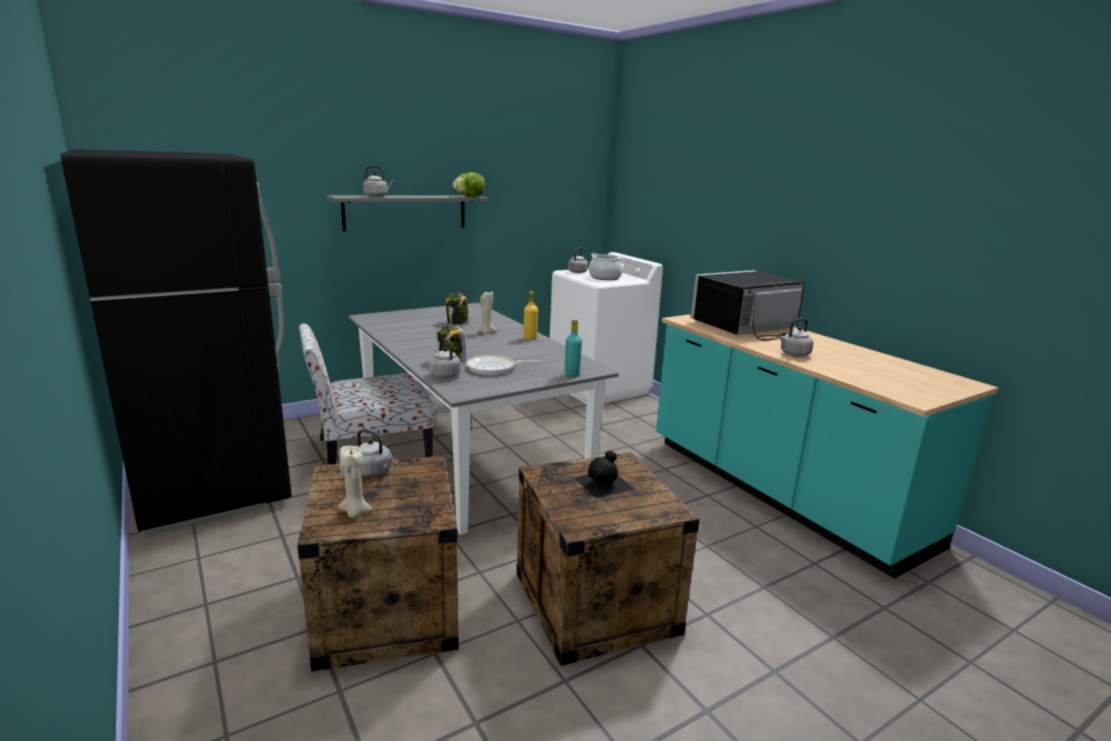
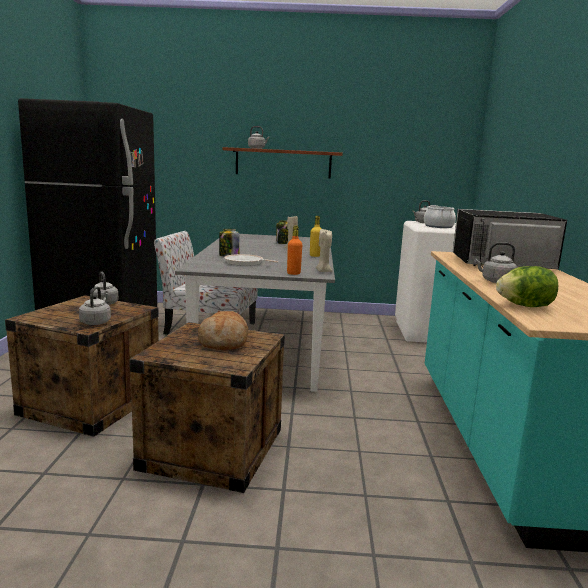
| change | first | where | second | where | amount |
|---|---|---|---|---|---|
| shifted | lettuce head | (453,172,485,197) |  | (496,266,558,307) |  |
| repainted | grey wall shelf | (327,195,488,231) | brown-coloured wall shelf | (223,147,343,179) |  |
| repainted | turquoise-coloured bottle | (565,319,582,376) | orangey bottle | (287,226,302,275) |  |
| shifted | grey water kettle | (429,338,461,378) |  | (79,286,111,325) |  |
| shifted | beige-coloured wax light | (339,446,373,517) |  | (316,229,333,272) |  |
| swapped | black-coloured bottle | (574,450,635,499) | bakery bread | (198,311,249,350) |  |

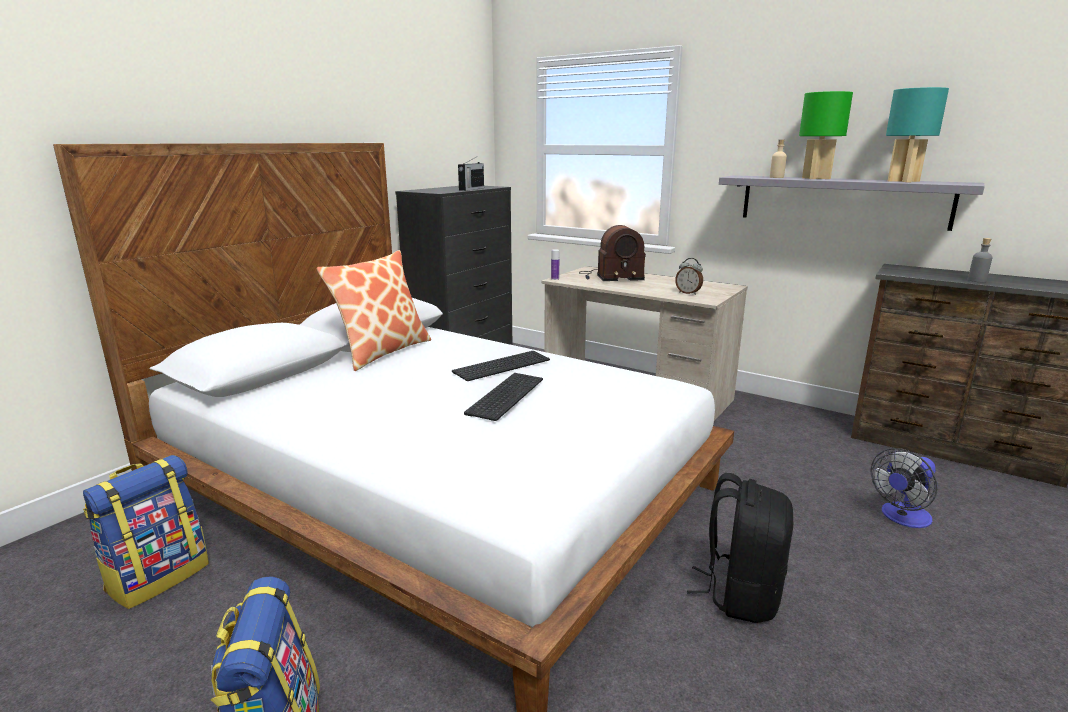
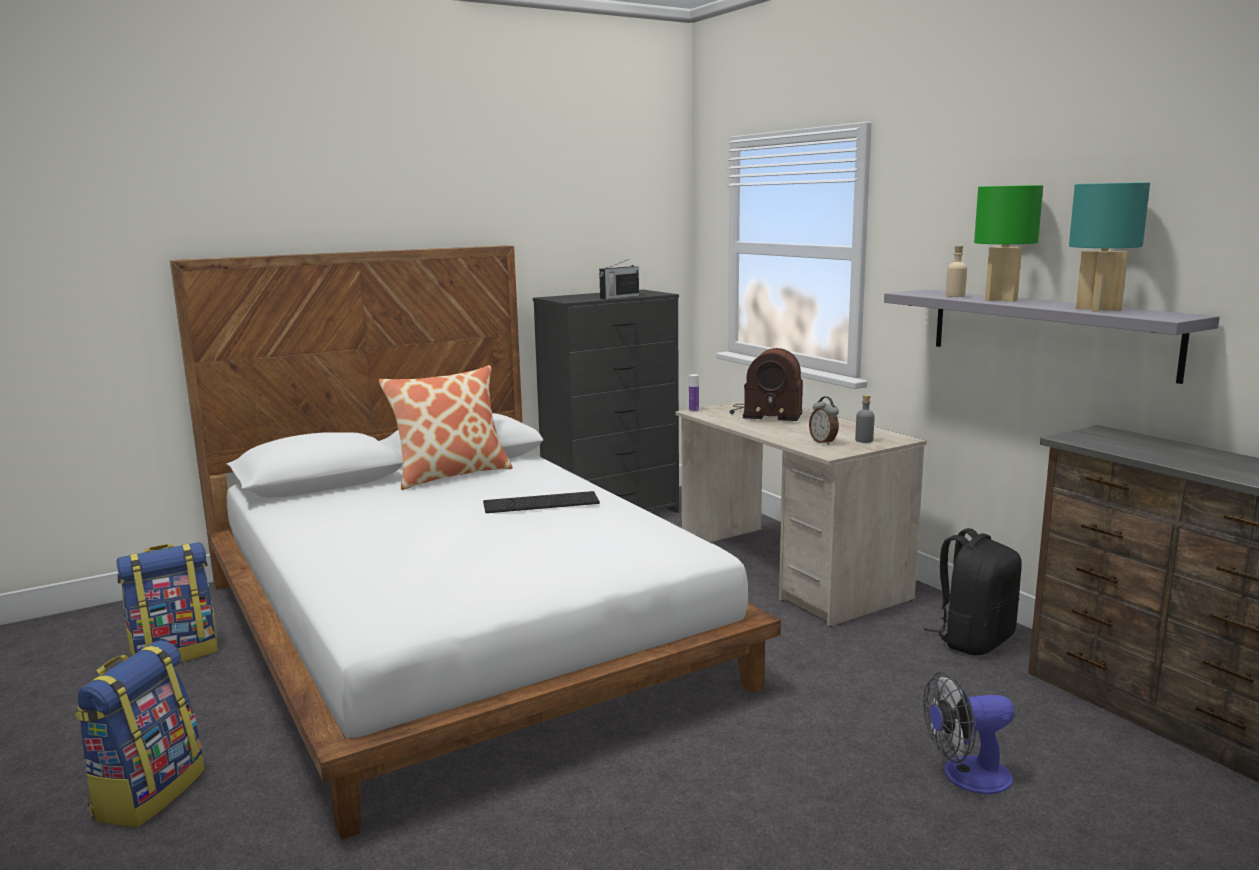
| change | first | where | second | where | amount |
|---|---|---|---|---|---|
| shifted | grey bottle | (968,238,992,282) |  | (855,394,875,443) |  |
| gone | computer keyboard | (464,373,543,421) |  |  |  |
| shifted | black-coloured backpack | (687,473,793,623) |  | (924,528,1022,655) |  |

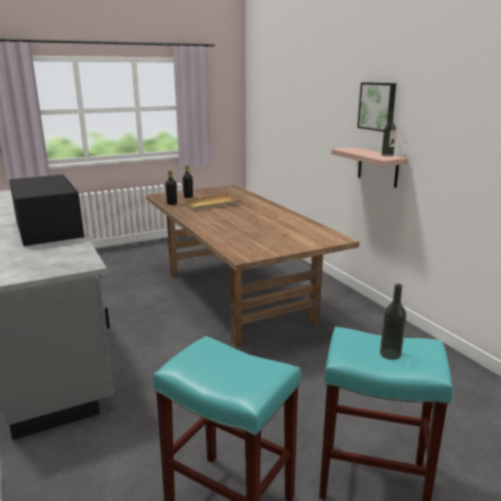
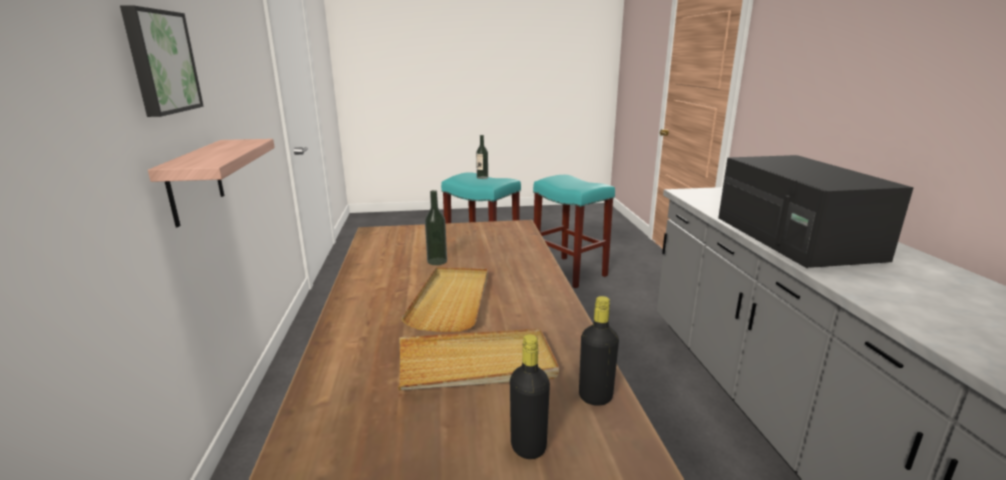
| change | first | where | second | where | amount |
|---|---|---|---|---|---|
| shifted | bottle | (381,111,396,156) |  | (425,190,447,265) |  |
| new |  |  | beige-coloured tray | (401,267,488,332) |  |

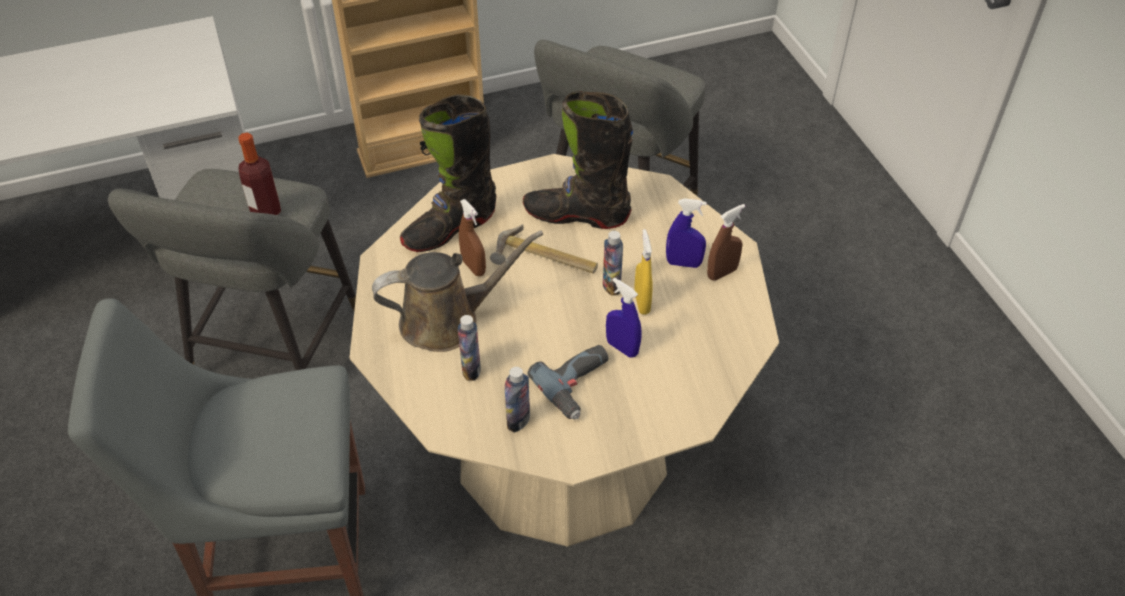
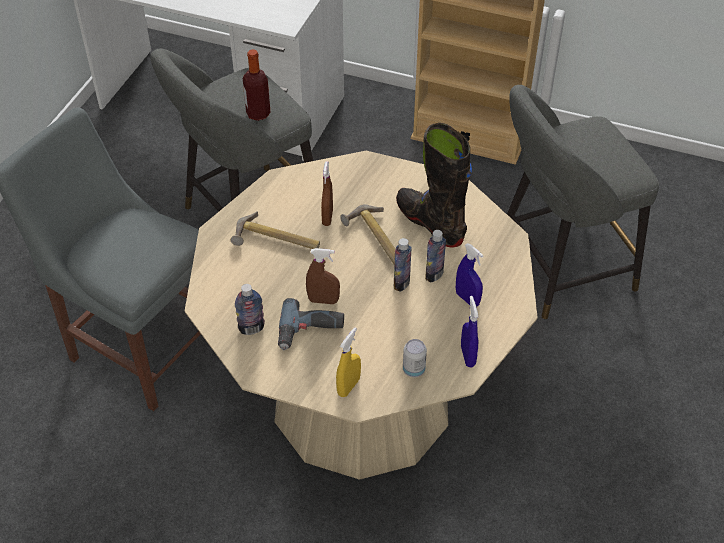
| change | first | where | second | where | amount |
|---|---|---|---|---|---|
| gone | black-coloured high-top boot | (400,94,496,252) |  |  |  |
| shifted | brown-coloured hand sprayer | (707,204,745,281) |  | (306,248,340,304) |  |
| shifted | yellow-coloured hand sprayer | (634,229,652,315) |  | (336,328,361,397) |  |
| swapped | brown-coloured watering pot | (372,230,543,352) | hammer | (231,211,320,249) |  |
| shifted | bluish hand sprayer | (606,278,641,358) |  | (461,296,479,367) |  |
| shifted | bottle | (458,315,481,381) |  | (425,230,446,283) |  |
| new |  |  | can | (403,339,427,377) |  |

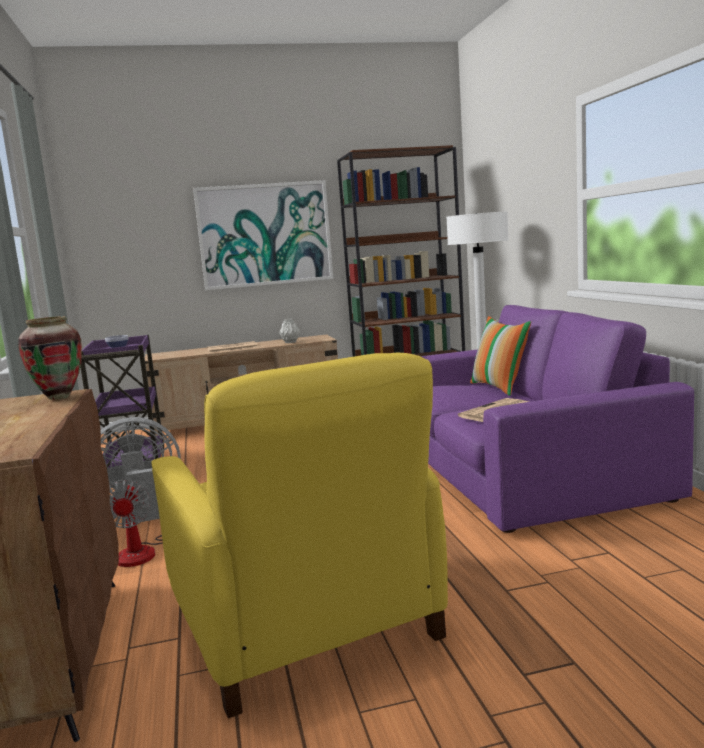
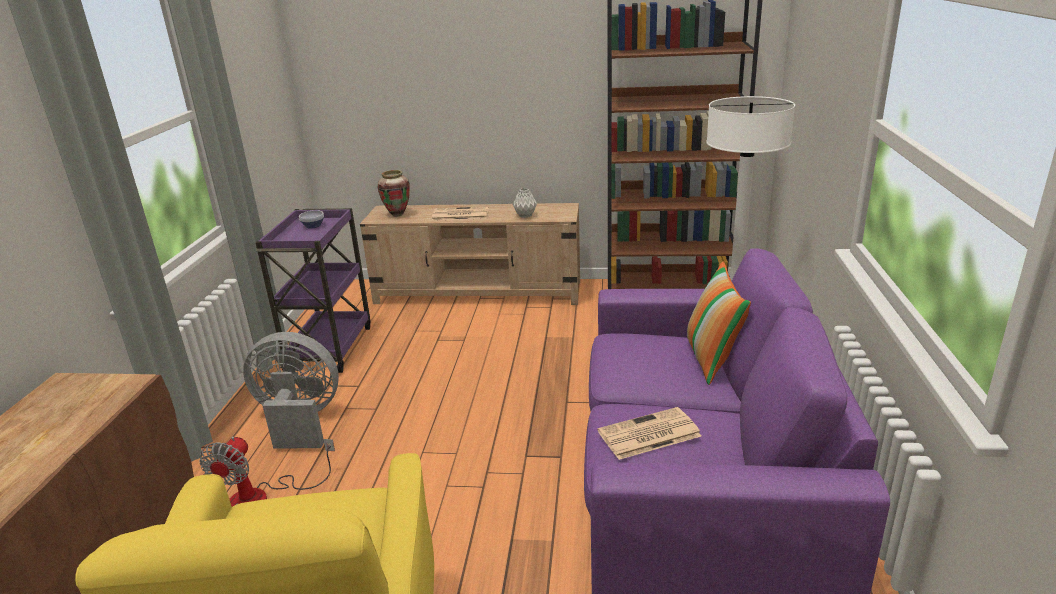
| change | first | where | second | where | amount |
|---|---|---|---|---|---|
| gone | wall picture | (193,180,334,290) |  |  |  |
| shifted | decorative vase | (18,316,82,400) |  | (378,170,410,217) |  |

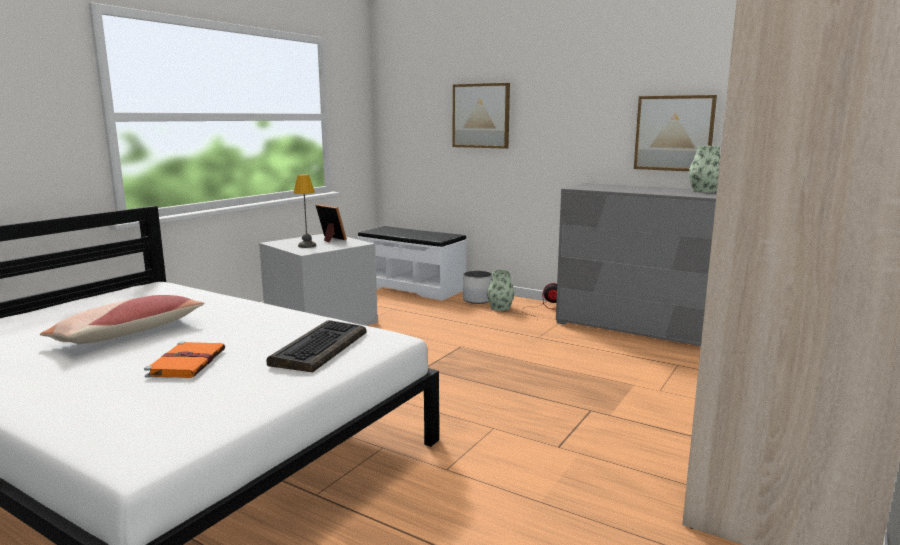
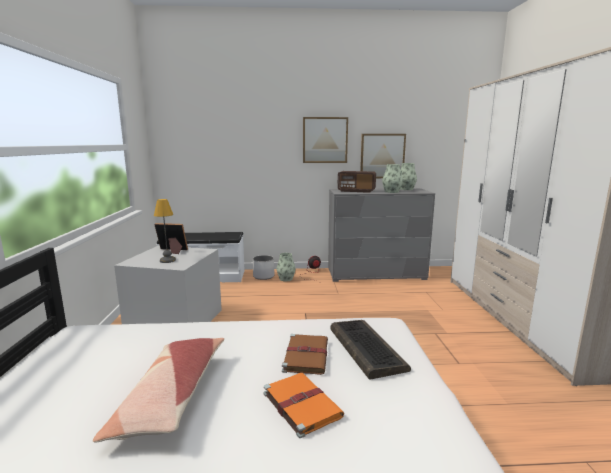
| change | first | where | second | where | amount |
|---|---|---|---|---|---|
| shifted | wall picture | (453,83,510,149) |  | (303,117,348,163) |  |
| new |  |  | decorative vase | (382,164,403,193) |  |
| new |  |  | radio receiver | (337,171,376,193) |  |
| new |  |  | brown-coloured bound book | (282,334,328,375) |  |

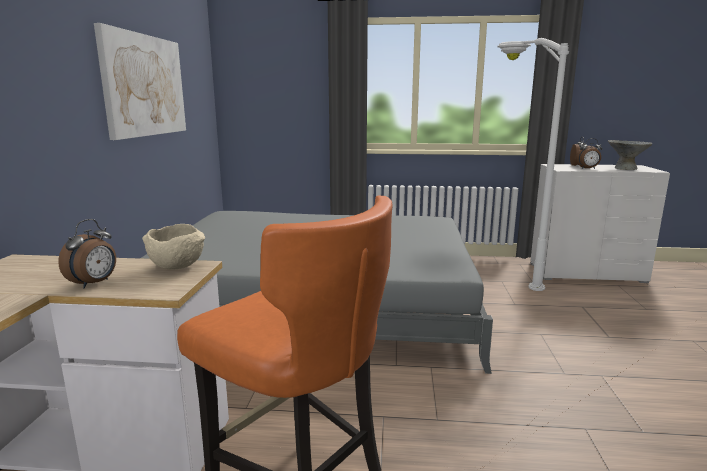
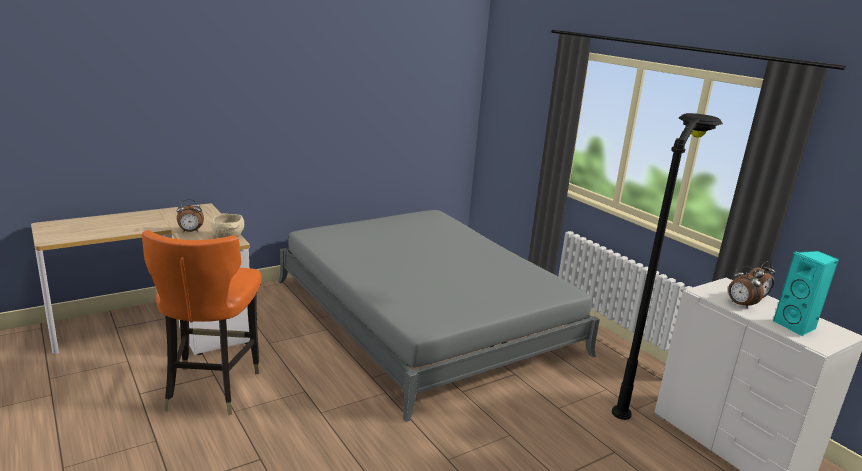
| change | first | where | second | where | amount |
|---|---|---|---|---|---|
| gone | wall picture | (94,23,186,140) |  |  |  |
| repainted | white standing lamp | (497,38,569,291) | black-coloured standing lamp | (612,113,723,420) |  |
| swapped | grey bowl | (608,140,652,170) | turquoise-coloured speaker | (773,251,839,336) |  |

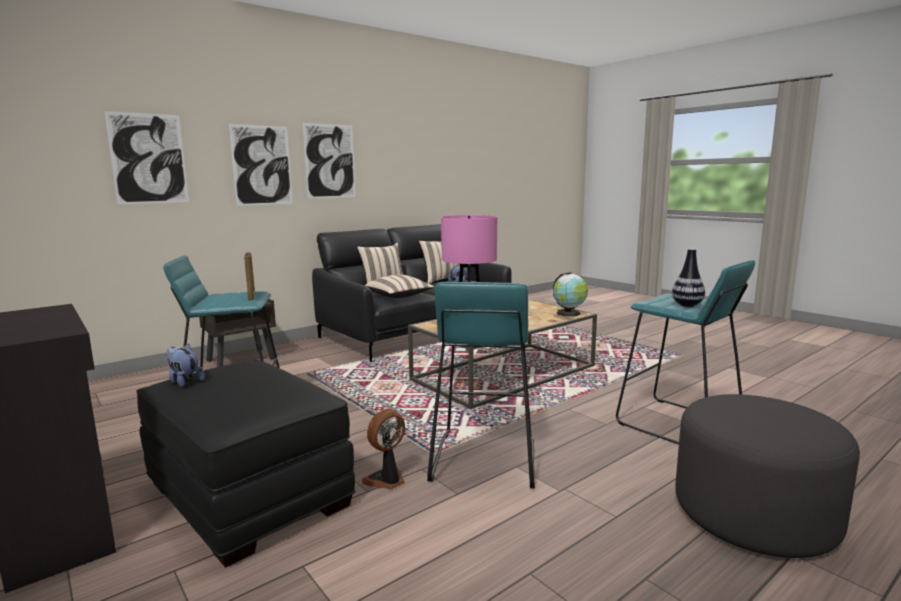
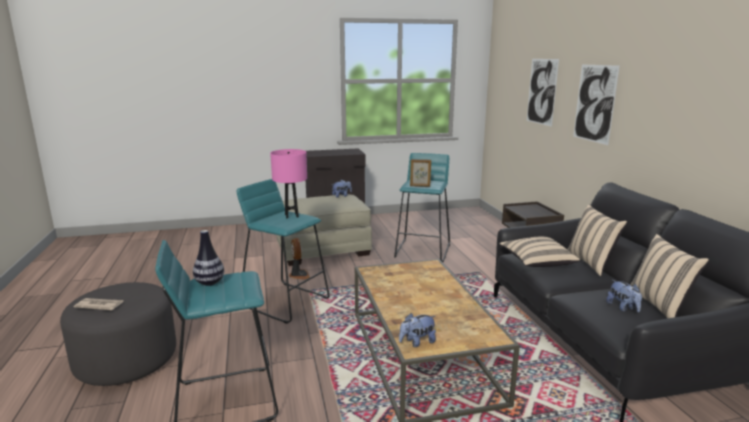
| change | first | where | second | where | amount |
|---|---|---|---|---|---|
| gone | wall picture | (302,123,356,198) |  |  |  |
| swapped | world globe | (553,272,588,316) | cuddly toy | (399,313,436,347) |  |
| repainted | black-coloured footrest | (136,360,355,568) | beige-coloured footrest | (277,194,372,266) |  |
| new |  |  | printed paper | (74,298,124,310) |  |

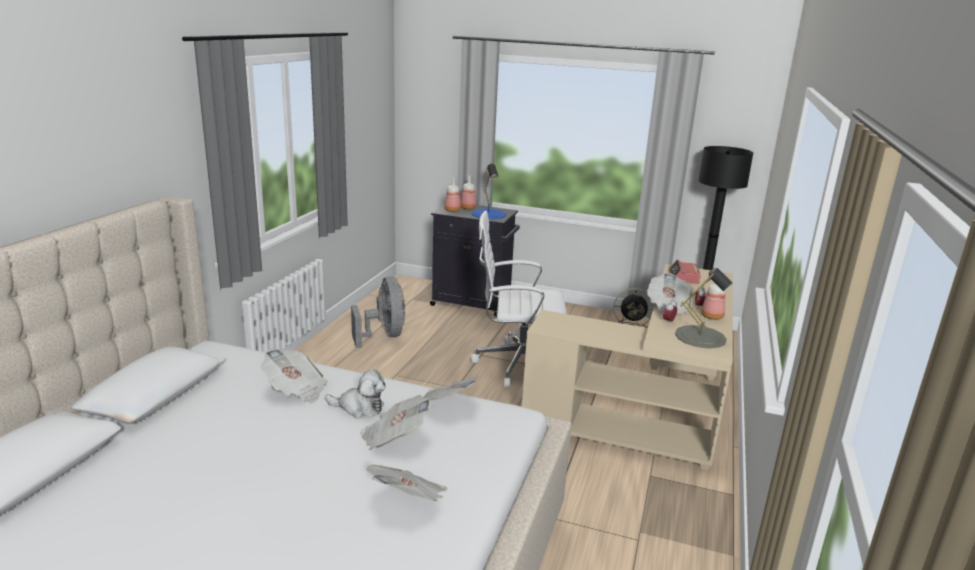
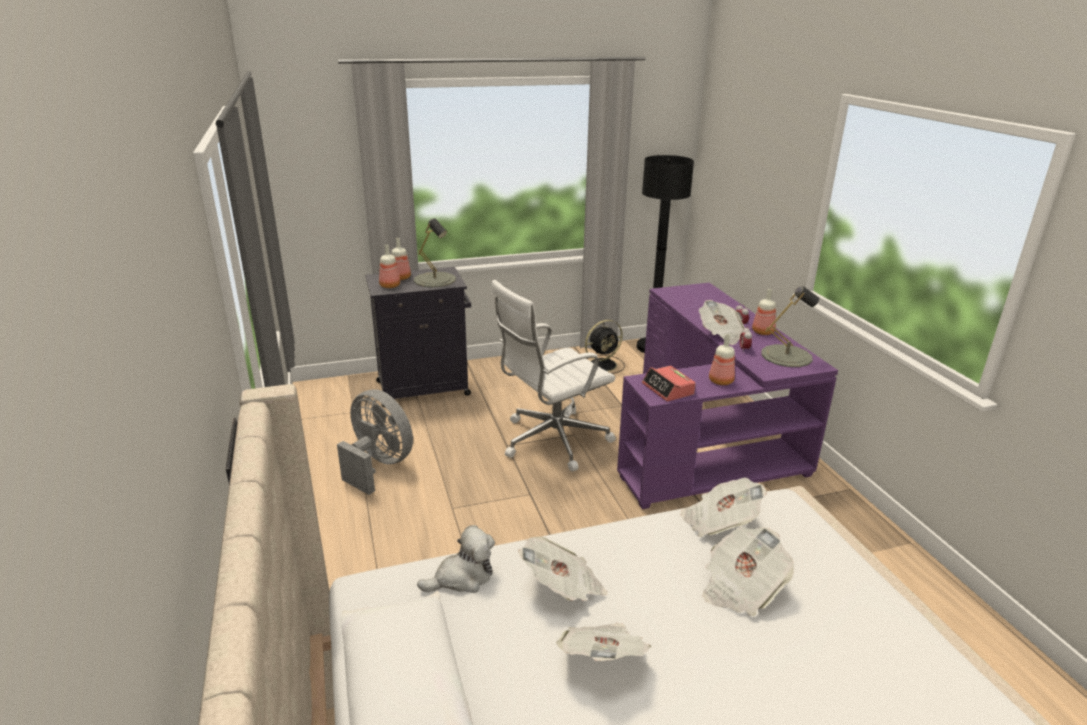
| change | first | where | second | where | amount |
|---|---|---|---|---|---|
| repainted | bluish lamp for a table | (472,164,506,219) | grey lamp for a table | (414,219,456,288) |  |
| shifted | alarm clock | (669,259,701,284) |  | (642,366,696,402) |  |
| repainted | beige-coloured desk | (522,264,733,470) | purplish desk | (617,283,838,509) |  |
| shifted | cuddly toy | (325,370,386,418) |  | (417,525,495,593) |  |
| shifted | printed paper | (366,465,448,501) |  | (556,623,652,661) |  |
| new |  |  | bottle | (709,334,735,385) |  |

